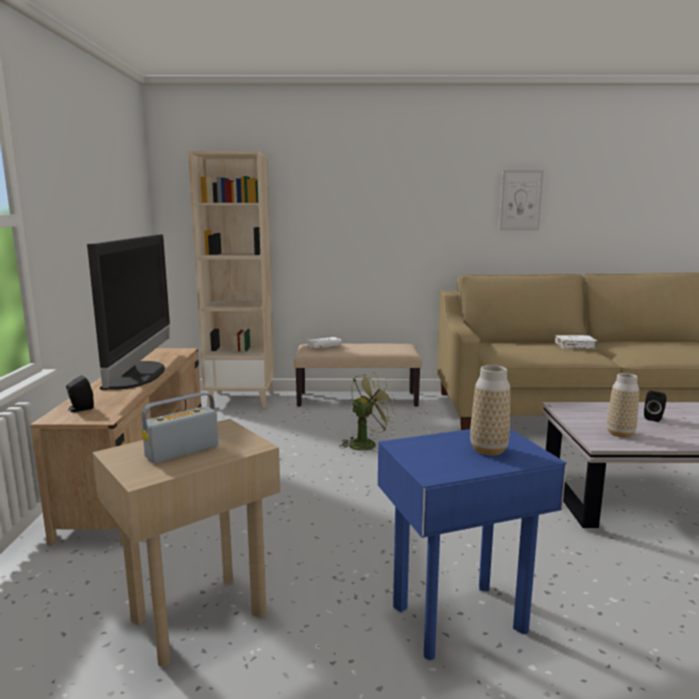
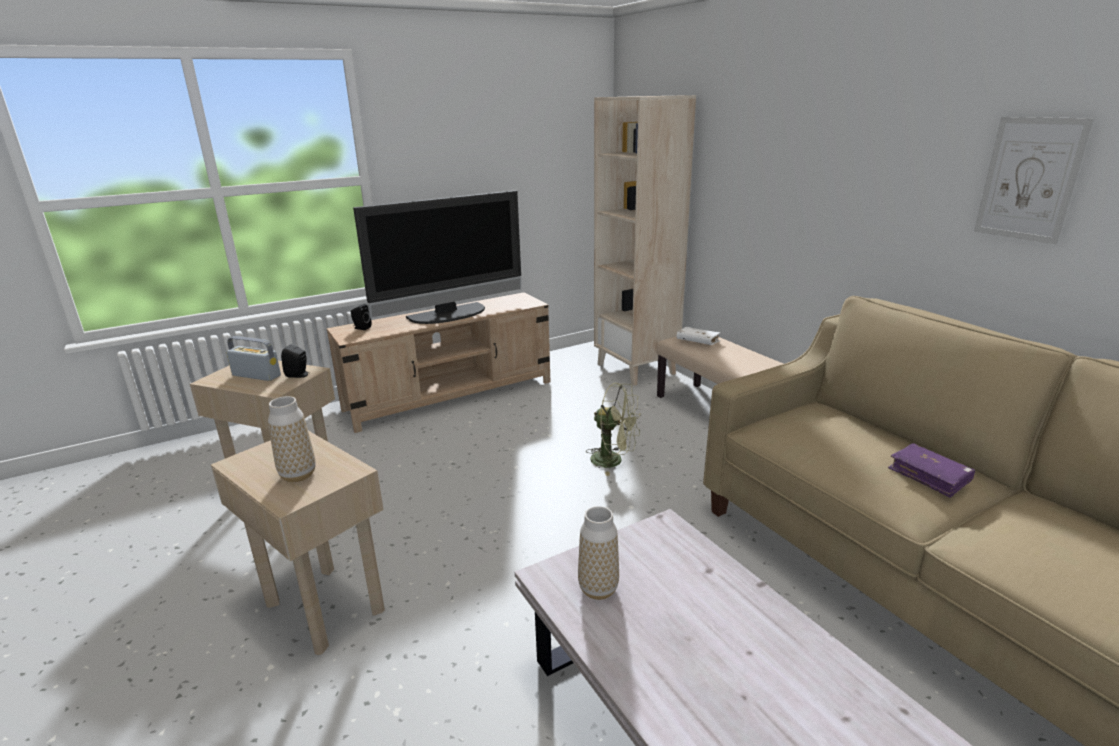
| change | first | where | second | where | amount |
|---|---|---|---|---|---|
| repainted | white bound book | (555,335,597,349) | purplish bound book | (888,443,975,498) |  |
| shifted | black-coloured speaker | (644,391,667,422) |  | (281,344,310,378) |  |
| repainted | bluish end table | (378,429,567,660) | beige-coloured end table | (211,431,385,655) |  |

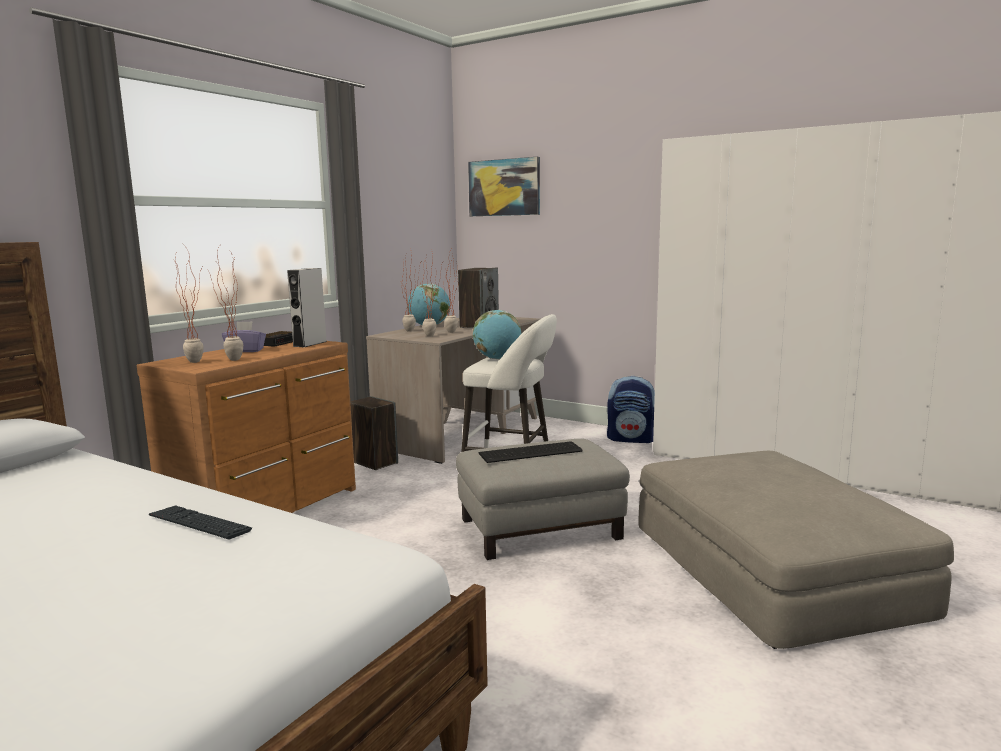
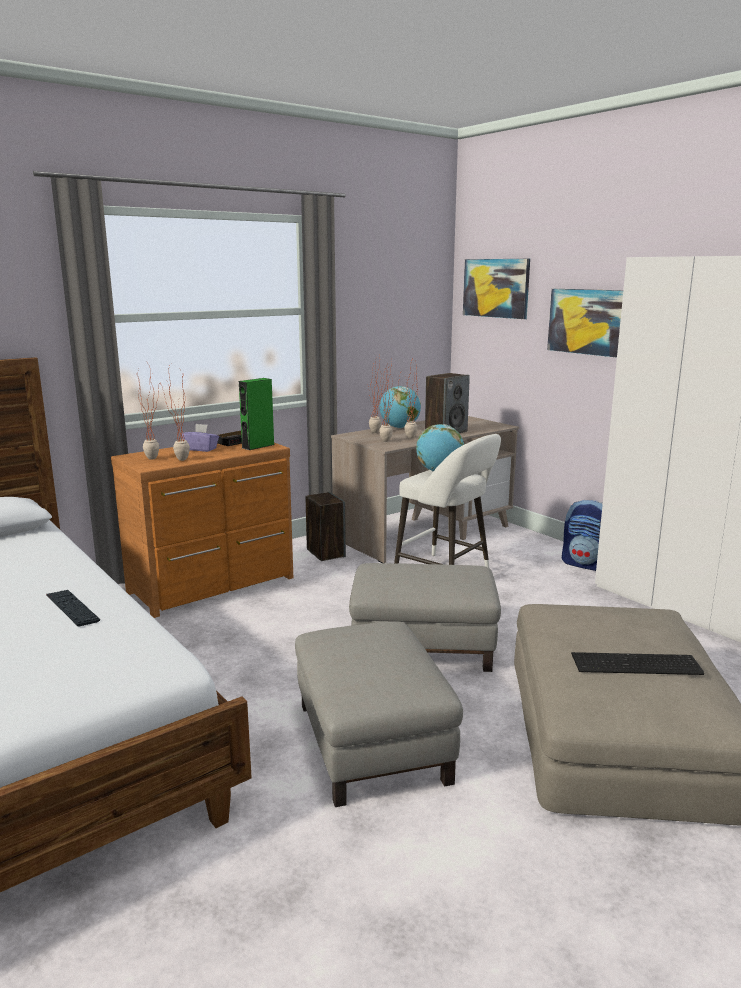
| change | first | where | second | where | amount |
|---|---|---|---|---|---|
| repainted | grey speaker | (287,268,326,347) | green speaker | (239,378,274,450) |  |
| shifted | computer keyboard | (479,441,583,463) |  | (571,652,704,675) |  |
| new |  |  | wall picture | (547,289,623,358) |  |
| new |  |  | grey footrest | (295,621,463,807) |  |

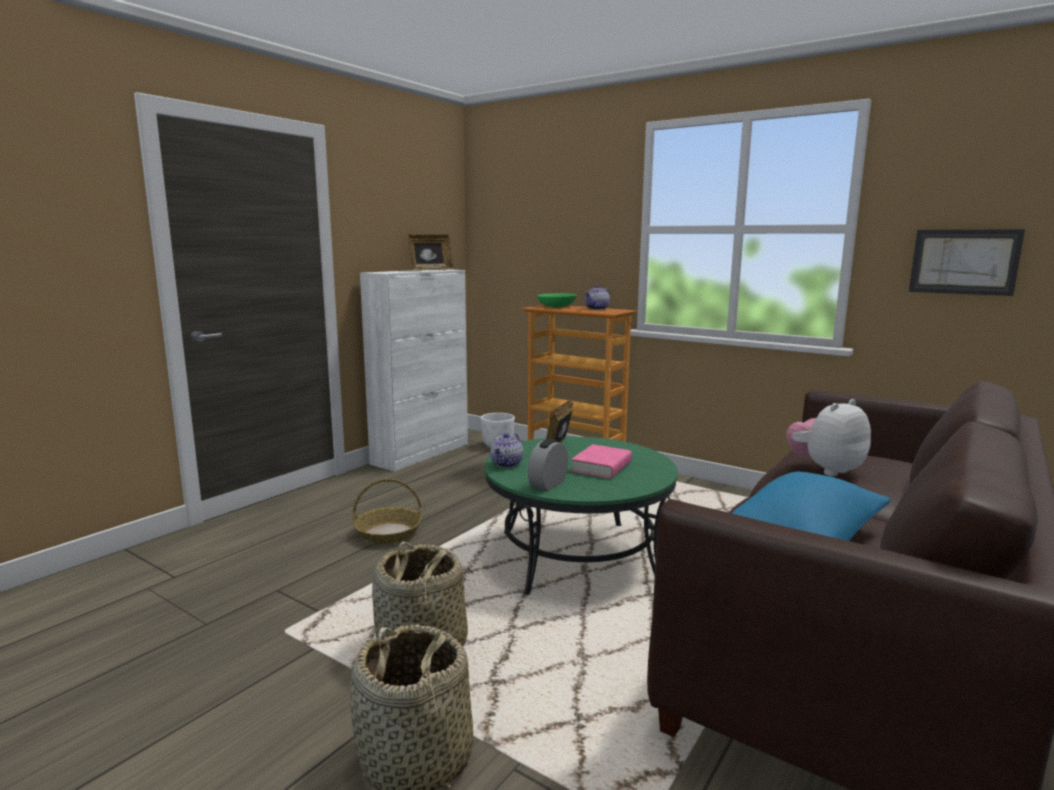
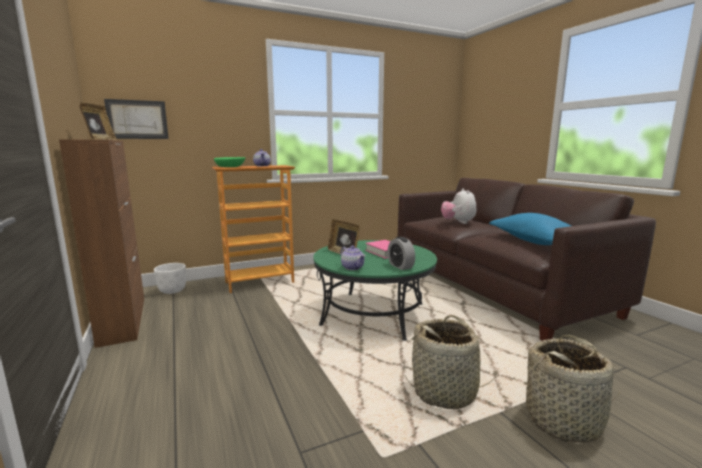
| change | first | where | second | where | amount |
|---|---|---|---|---|---|
| shifted | wall picture | (909,229,1025,296) |  | (104,99,169,139) |  |
| repainted | white storage cabinet | (360,270,468,471) | brown-coloured storage cabinet | (59,139,144,348) |  |
| gone | household basket | (353,479,422,544) |  |  |  |

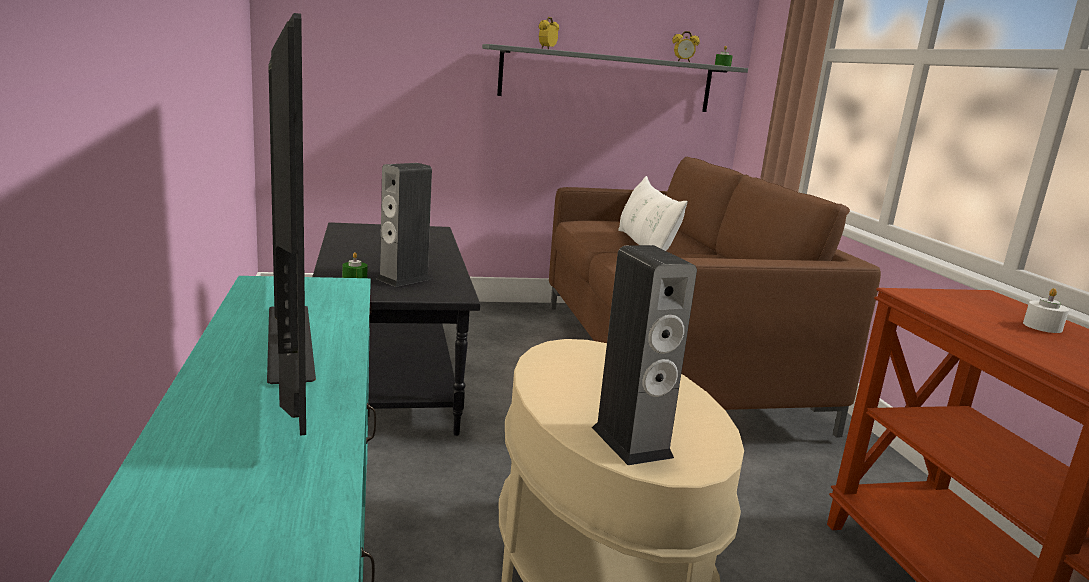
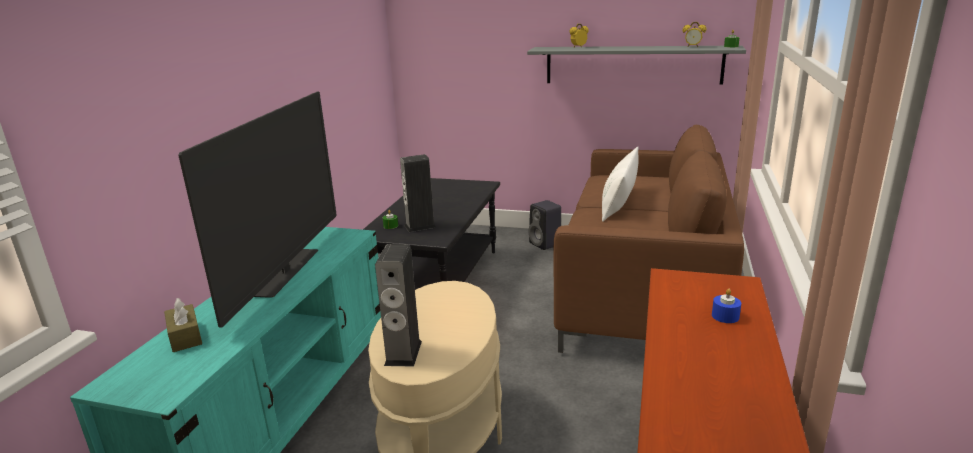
| change | first | where | second | where | amount |
|---|---|---|---|---|---|
| repainted | white wax light | (1023,288,1069,333) | bluish wax light | (712,289,741,323) |  |
| new |  |  | black-coloured speaker | (528,200,561,250) |  |
| new |  |  | brown-coloured tissue holder | (164,298,202,352) |  |

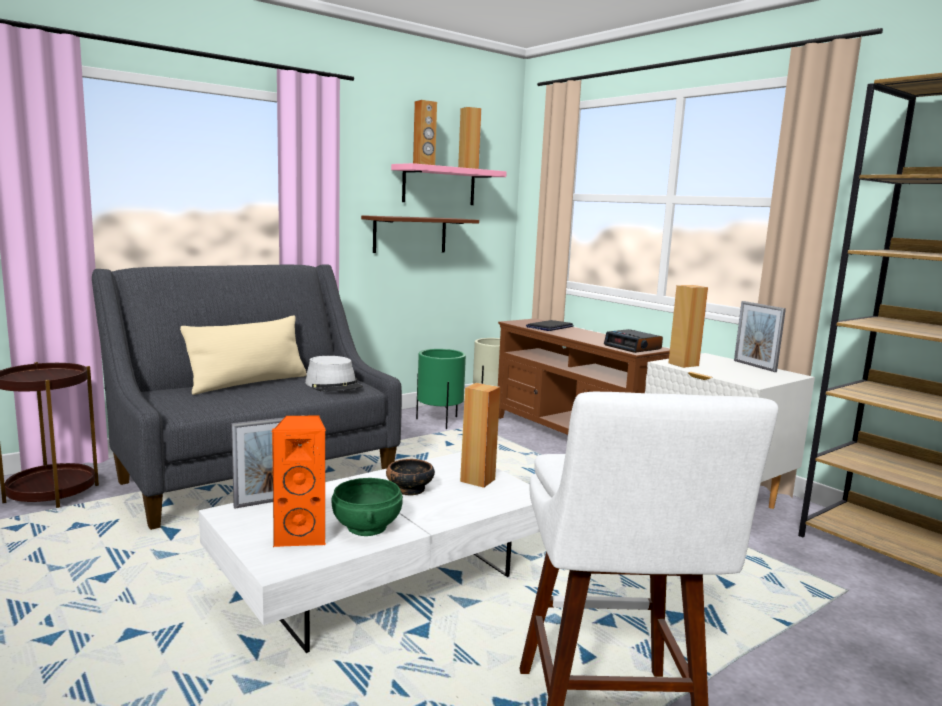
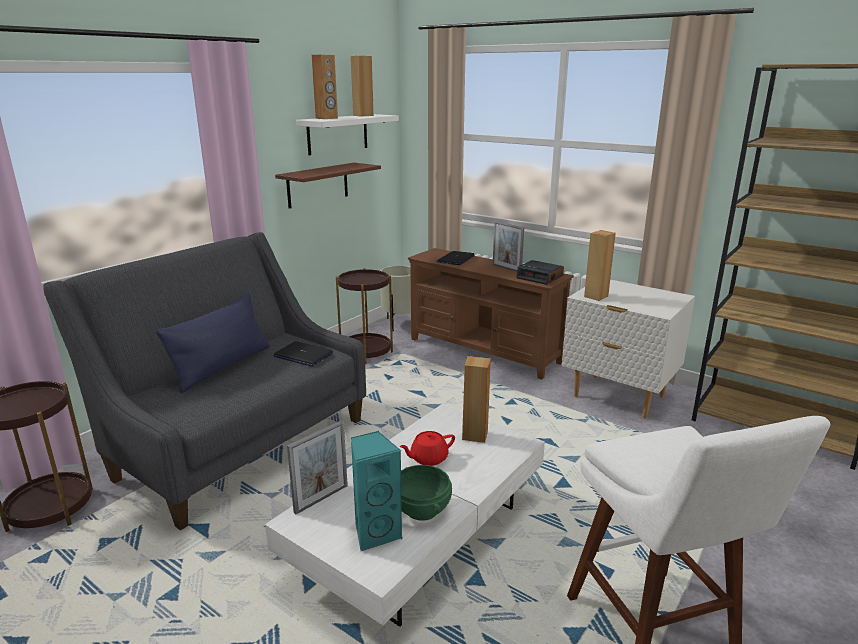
| change | first | where | second | where | amount |
|---|---|---|---|---|---|
| repainted | pinkish wall shelf | (391,163,507,205) | white wall shelf | (296,114,399,155) |  |
| shifted | photo frame | (734,301,786,372) |  | (493,221,524,272) |  |
| repainted | beige-coloured cushion | (180,316,307,395) | bluish cushion | (156,293,270,393) |  |
| swapped | green flower pot | (416,349,466,429) | brown-coloured end table | (336,268,393,364) |  |
| swapped | grey clothing hat | (305,356,363,392) | laptop | (274,341,333,366) |  |
| repainted | orangey speaker | (271,416,326,547) | turquoise-coloured speaker | (351,431,403,551) |  |
| swapped | bowl | (386,459,435,495) | reddish pot for tea | (399,431,455,466) |  |

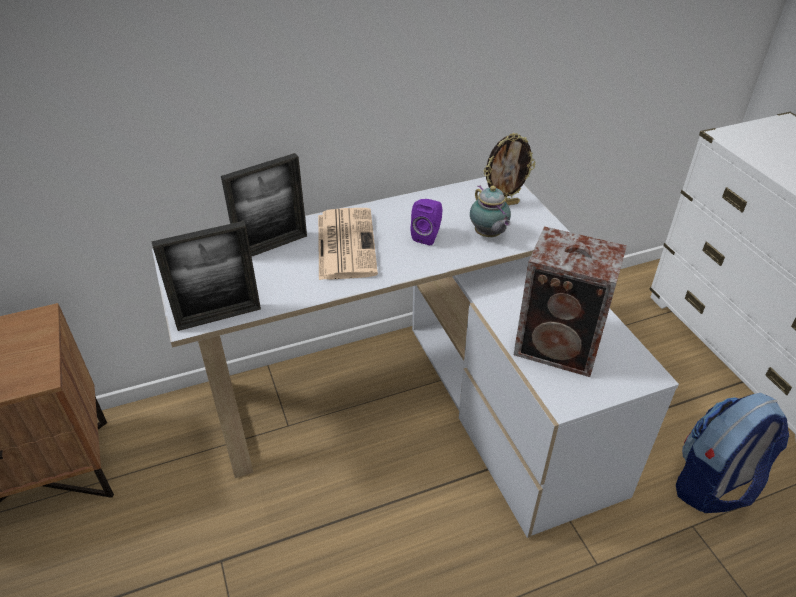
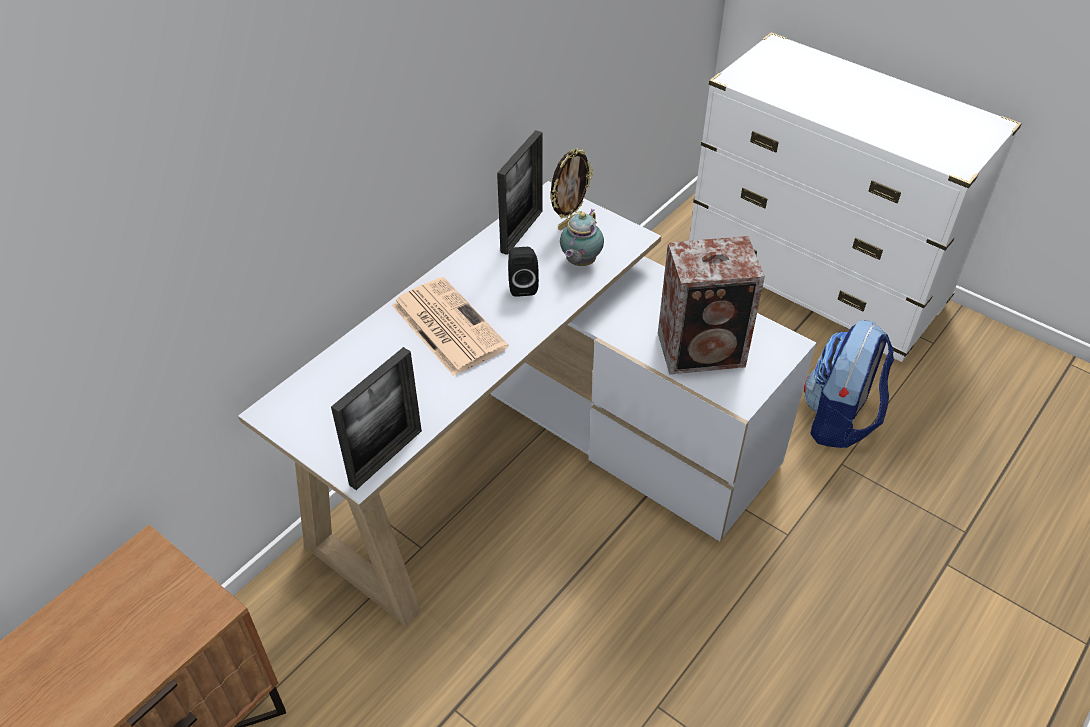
| change | first | where | second | where | amount |
|---|---|---|---|---|---|
| shifted | photo frame | (221,153,307,257) |  | (497,130,543,255) |  |
| rotated | pot for tea | (470,185,511,237) |  | (560,209,604,266) | 75 degrees clockwise |
| repainted | purplish speaker | (411,199,442,245) | black-coloured speaker | (508,247,539,297) |  |

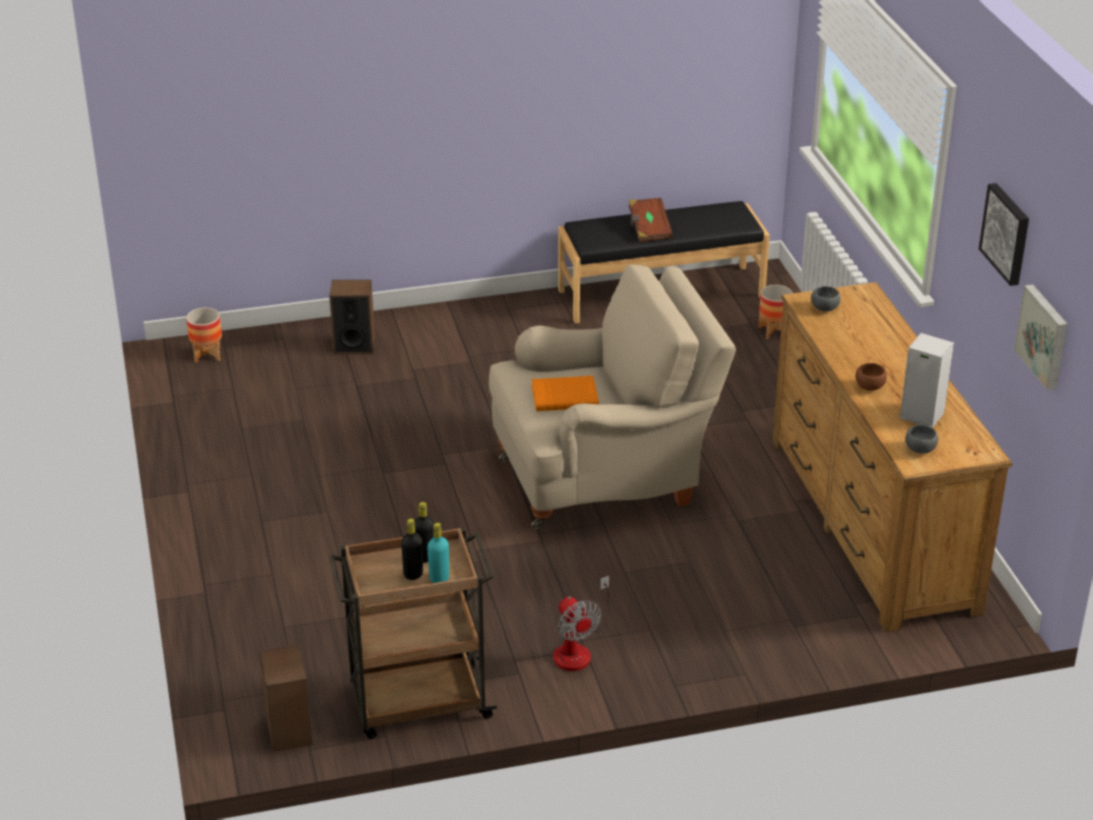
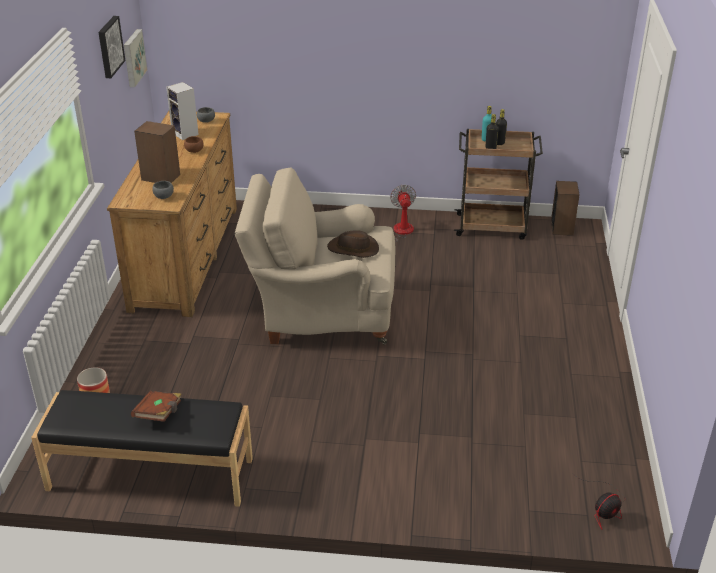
| change | first | where | second | where | amount |
|---|---|---|---|---|---|
| shifted | speaker | (329,280,375,354) |  | (134,121,180,183) |  |
| swapped | flower pot | (186,308,222,363) | fan | (572,473,625,529) |  |
| swapped | orangey bound book | (531,376,599,411) | brown-coloured clothing hat | (327,230,379,258) |  |

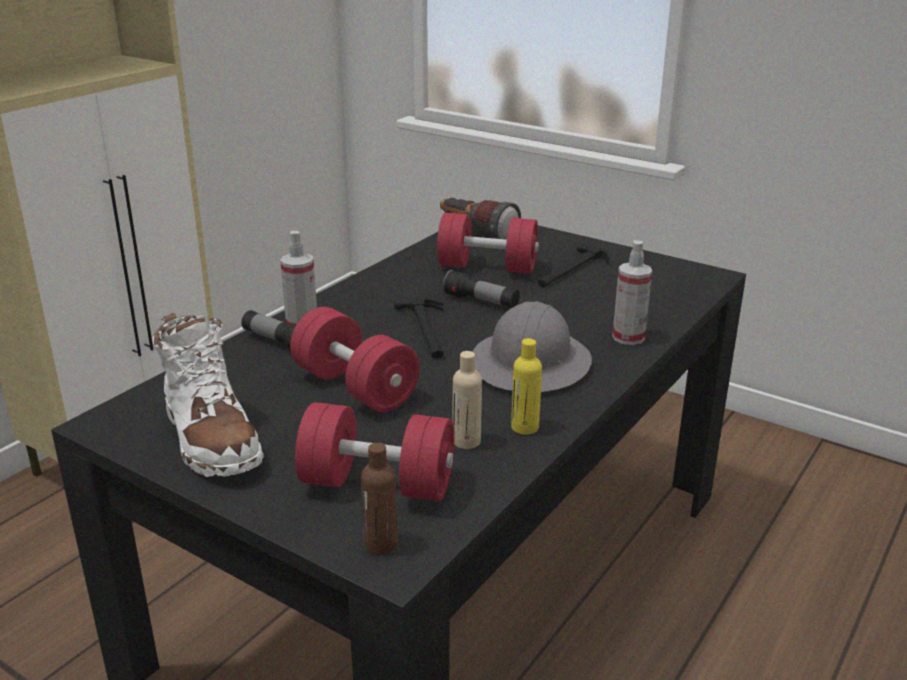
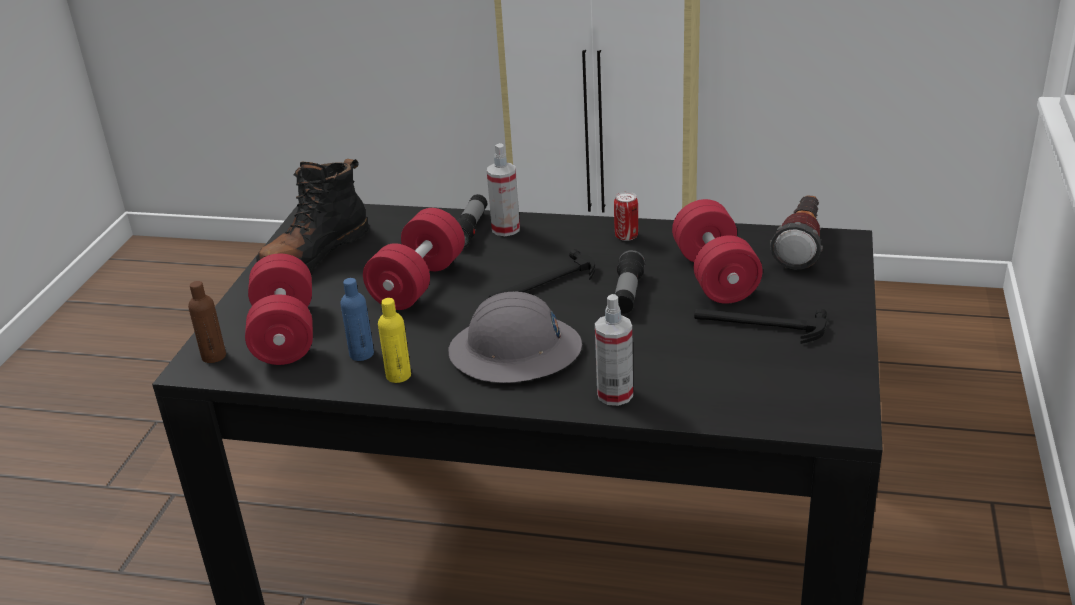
| change | first | where | second | where | amount |
|---|---|---|---|---|---|
| repainted | white high-top boot | (152,313,264,477) | black-coloured high-top boot | (256,159,369,271) |  |
| repainted | beige-coloured bottle | (452,351,482,449) | bluish bottle | (340,278,374,361) |  |
| new |  |  | can | (614,192,638,241) |  |

